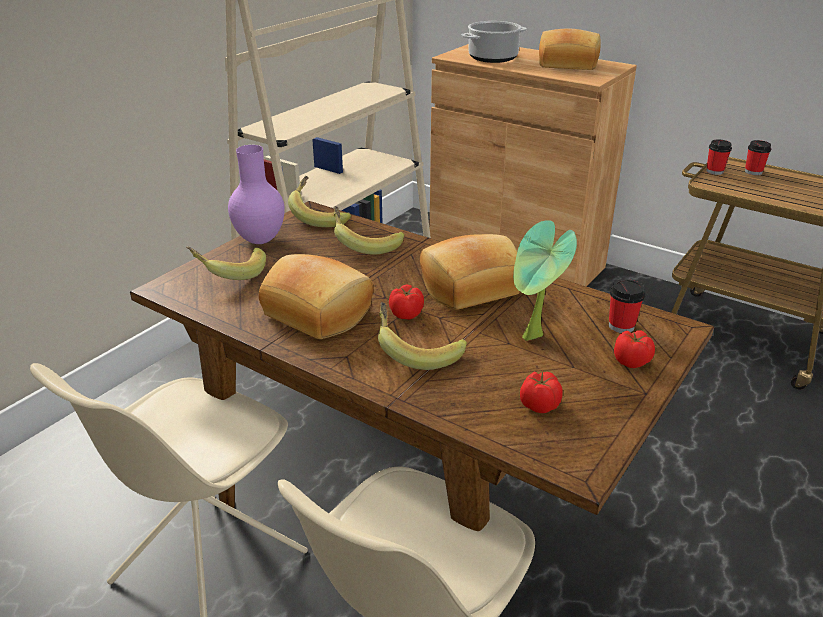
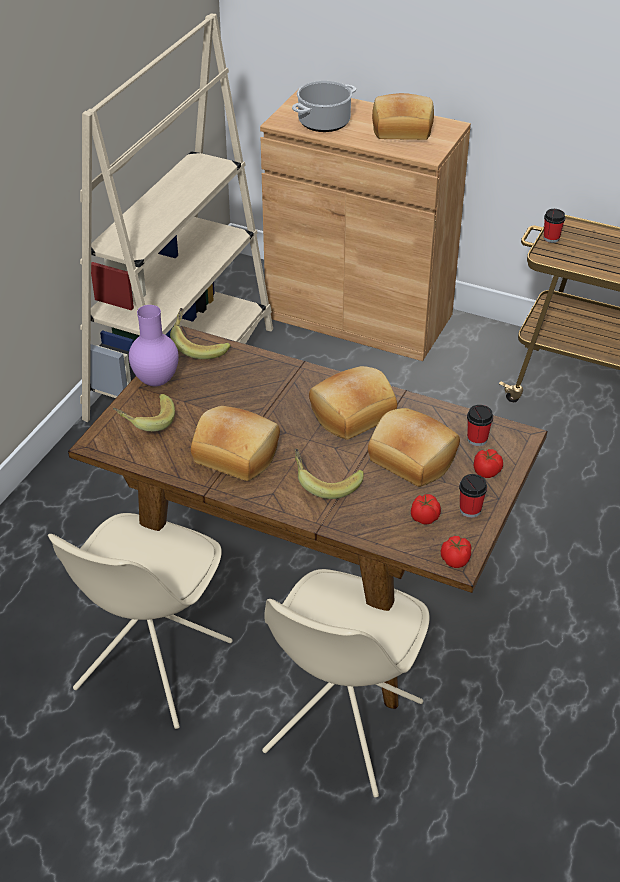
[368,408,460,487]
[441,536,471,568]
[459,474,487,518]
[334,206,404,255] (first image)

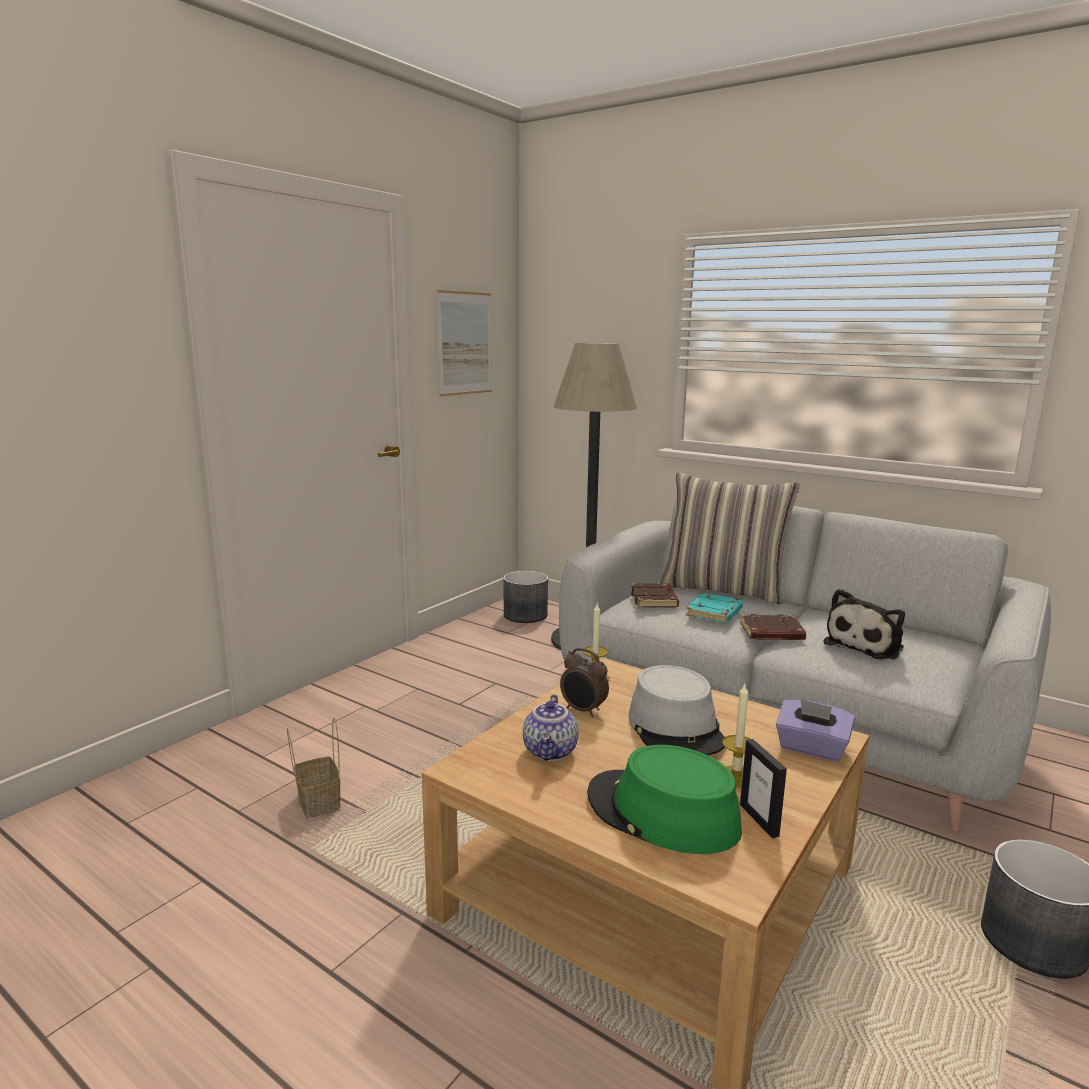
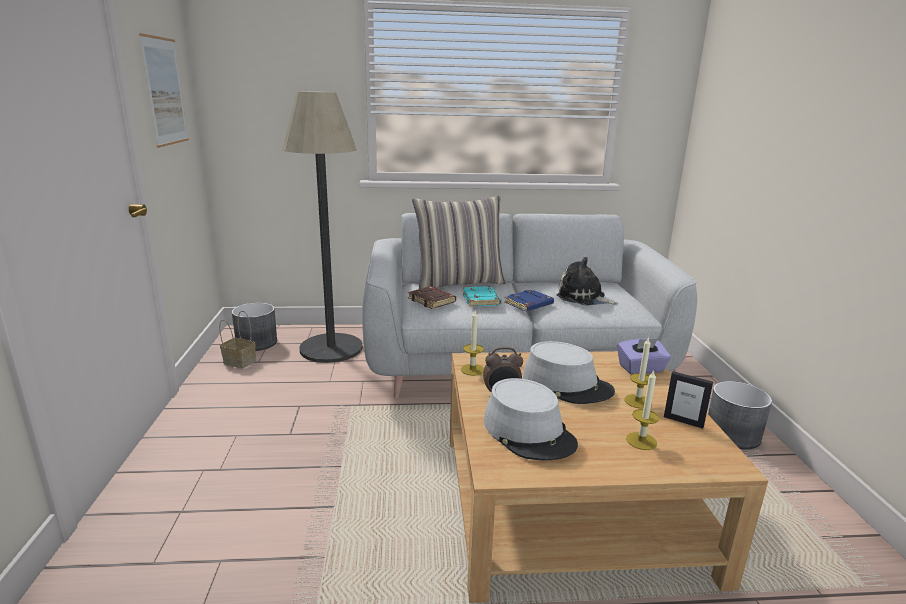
[219,311,256,368]
[484,378,578,460]
[504,289,554,312]
[557,257,618,306]
[626,370,659,450]

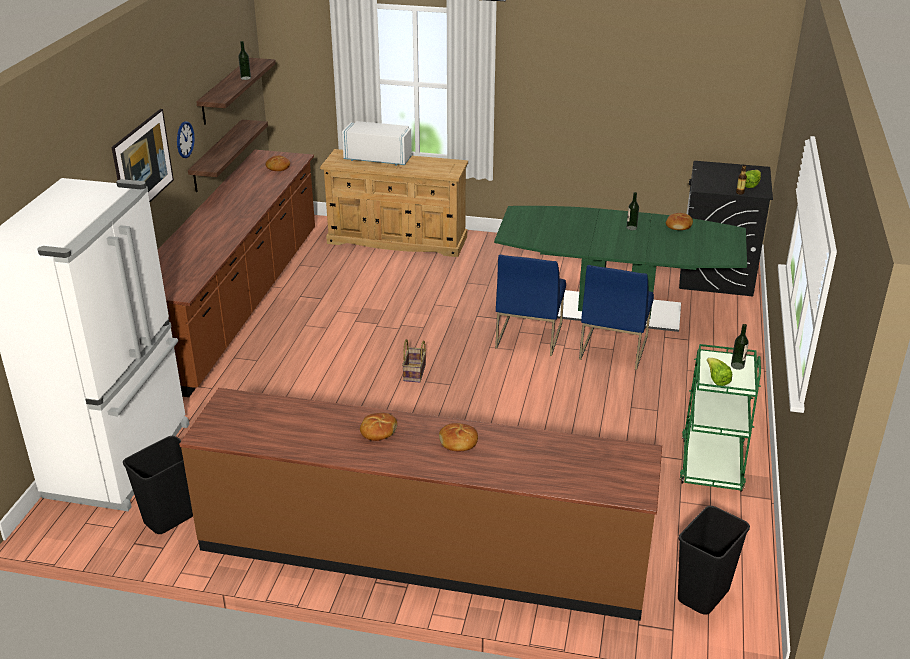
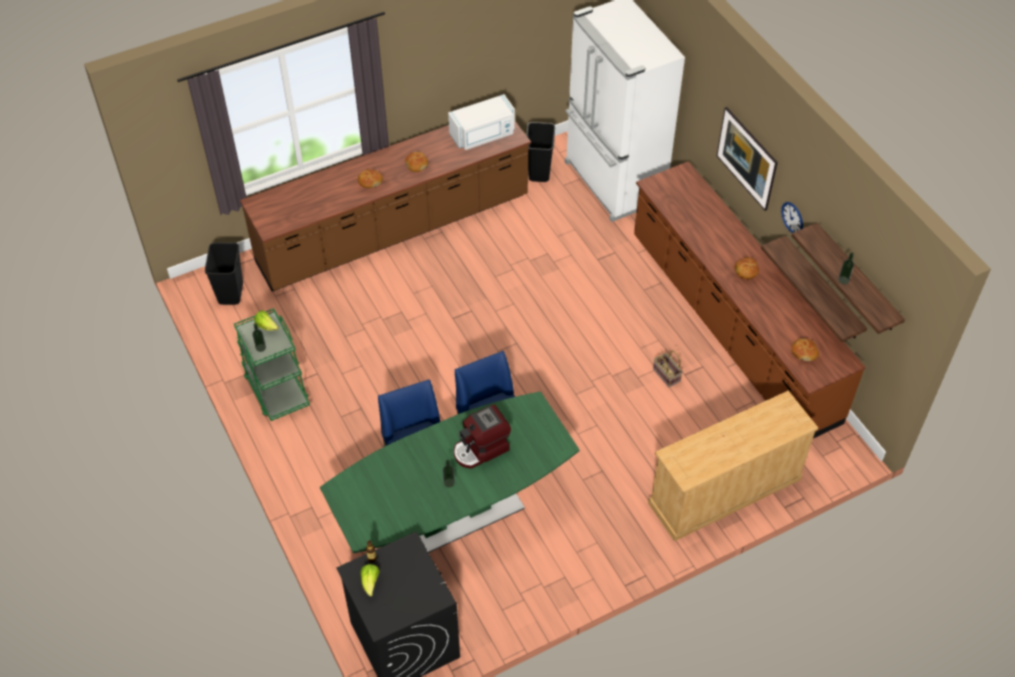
[448,94,515,150]
[454,405,511,469]
[653,350,683,387]
[735,257,759,279]

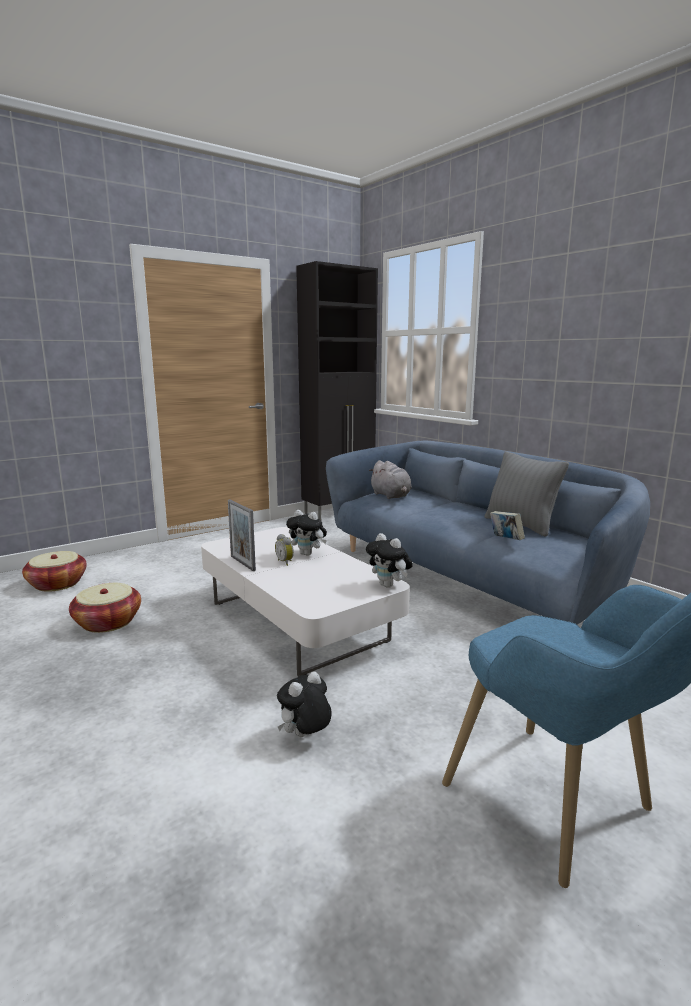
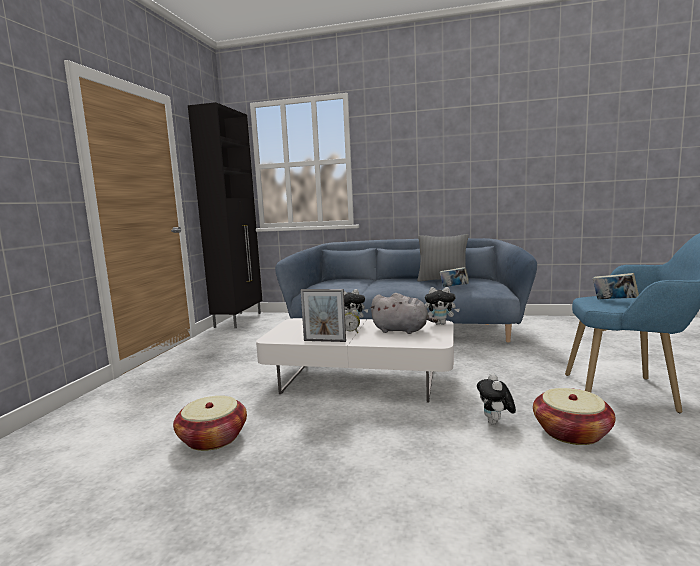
[369,293,438,334]
[533,388,615,445]
[593,273,639,299]

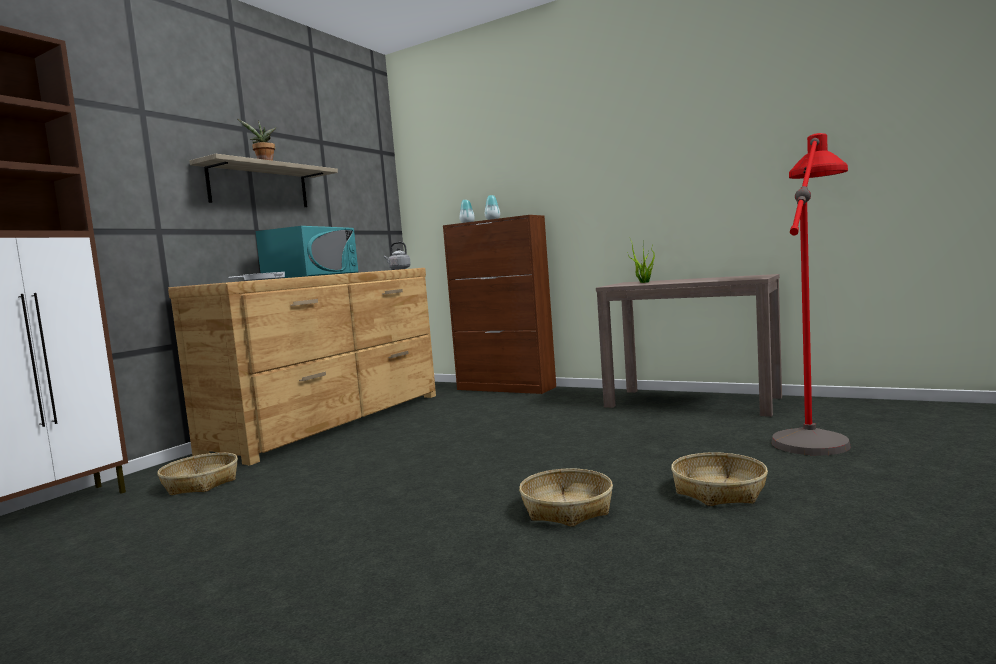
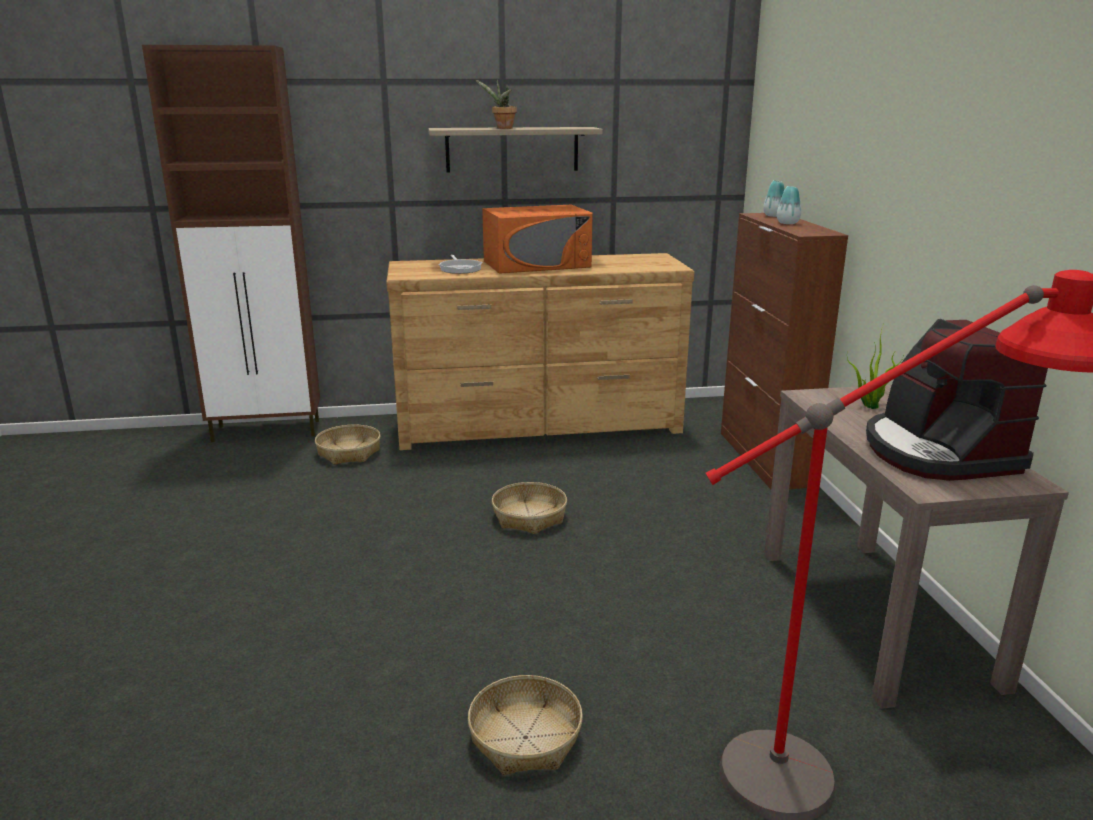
[482,205,593,274]
[492,482,567,534]
[866,319,1048,481]
[384,242,411,270] (first image)

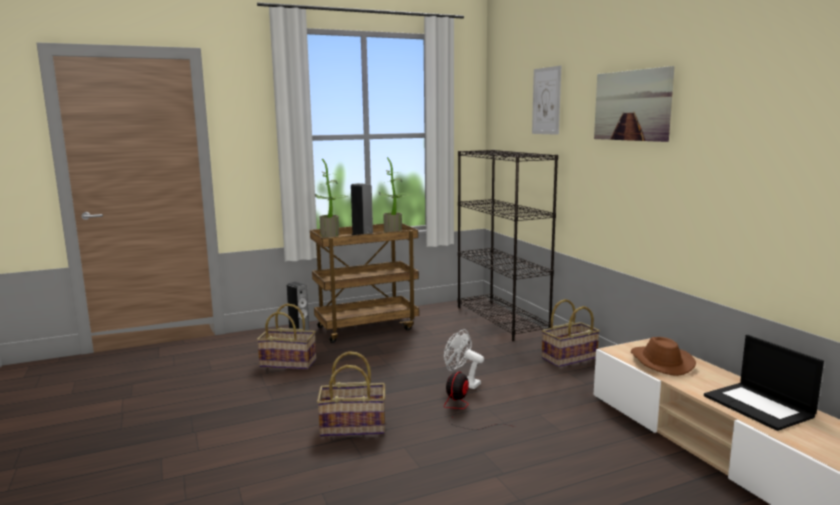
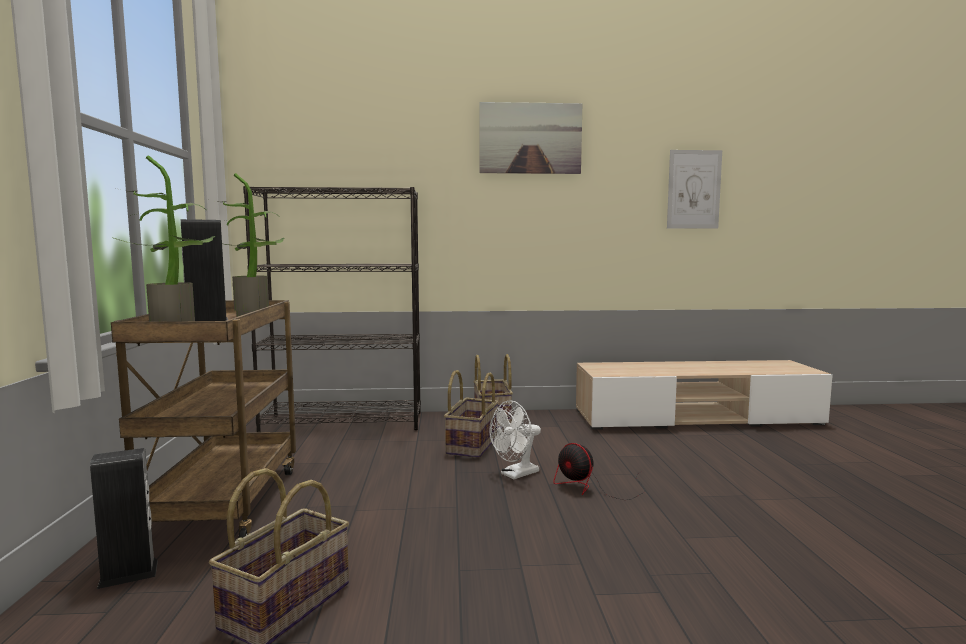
[444,370,499,458]
[667,150,722,228]
[631,337,696,376] (first image)
[704,335,824,431] (first image)

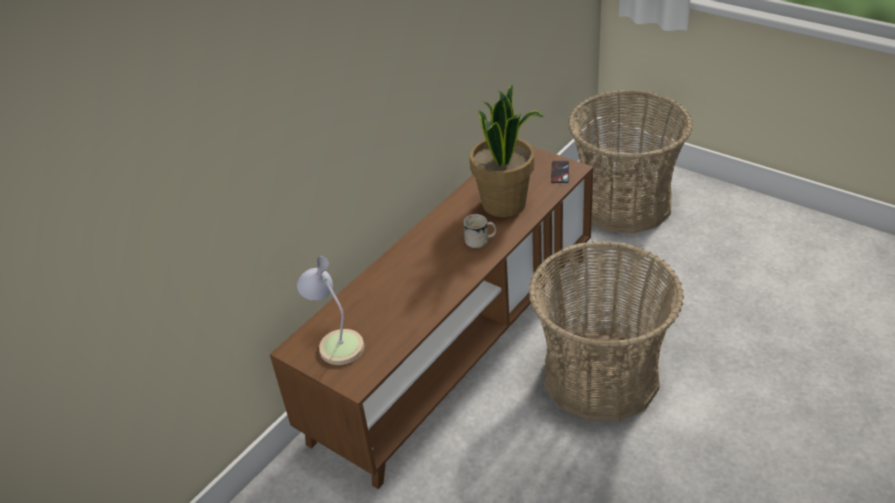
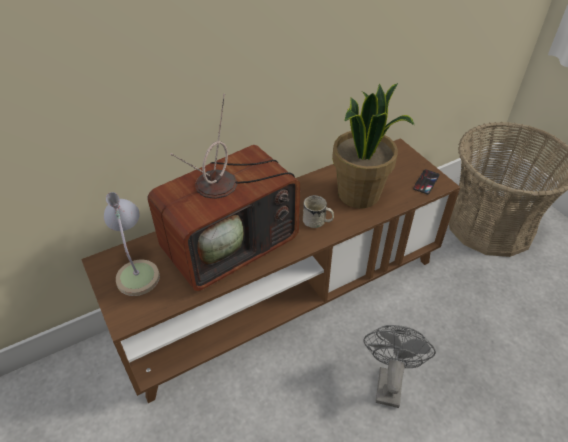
[148,94,300,291]
[363,325,436,408]

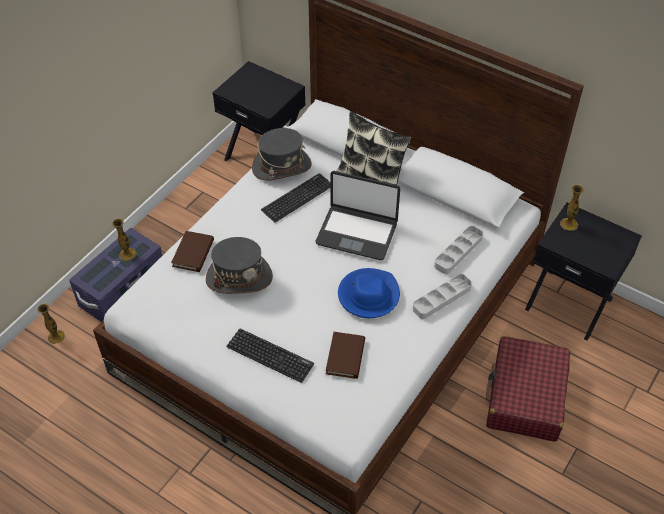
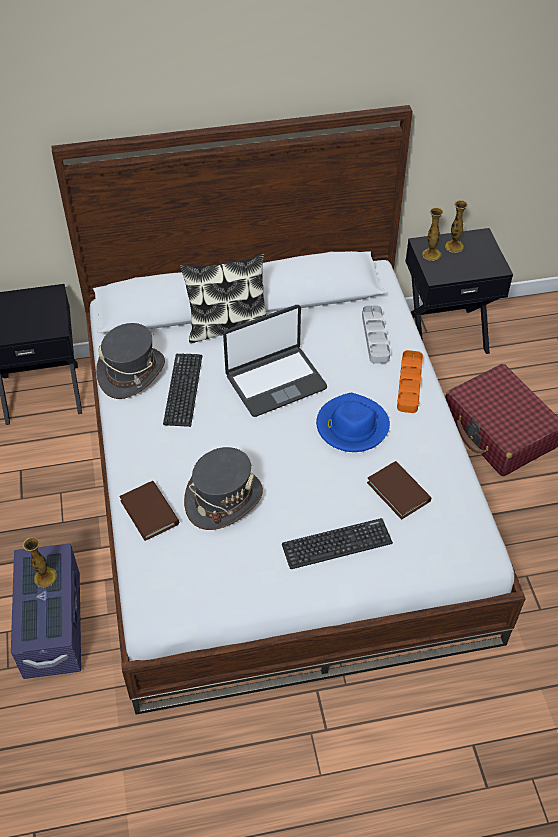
[397,350,423,413]
[445,200,468,253]

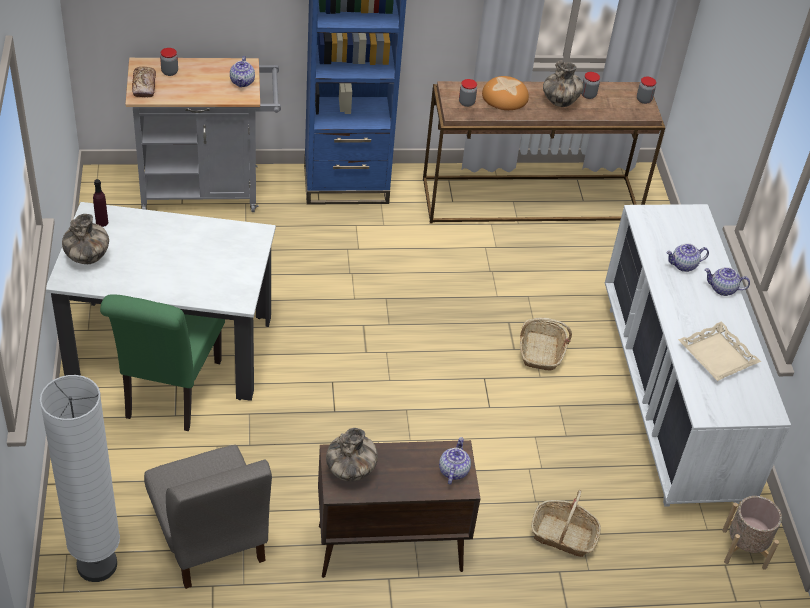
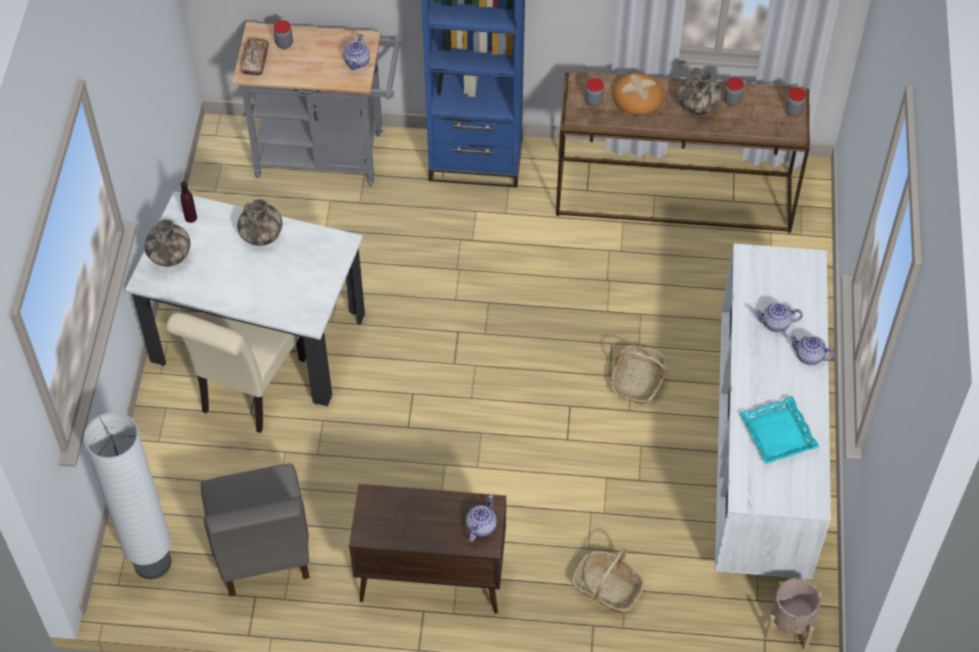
[166,313,306,433]
[237,199,282,246]
[740,396,819,464]

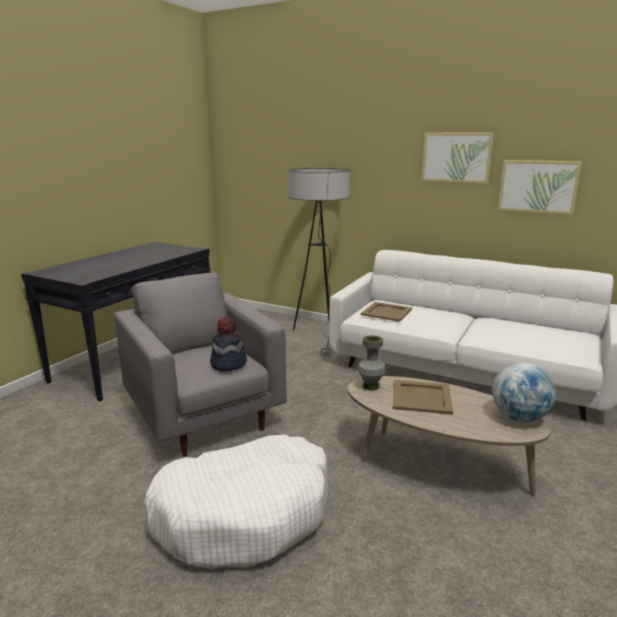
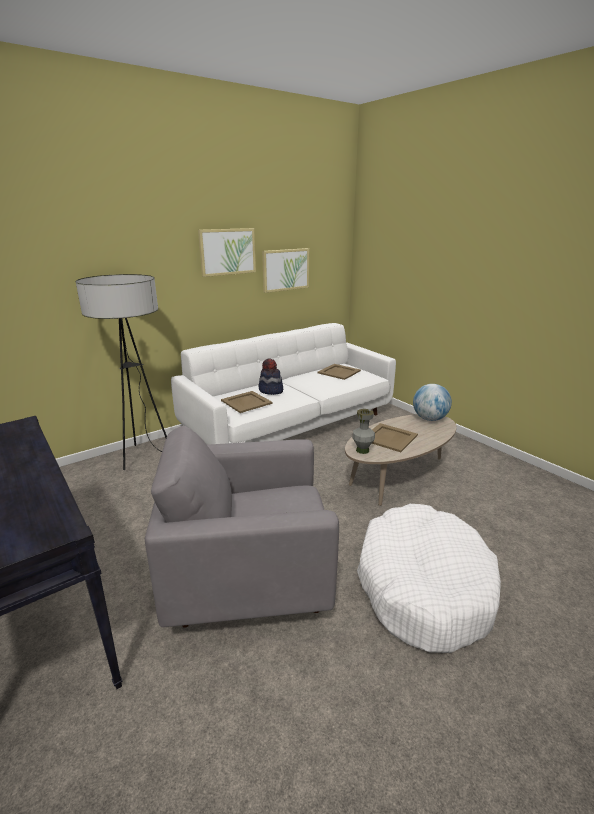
[259,358,283,395]
[317,364,361,380]

